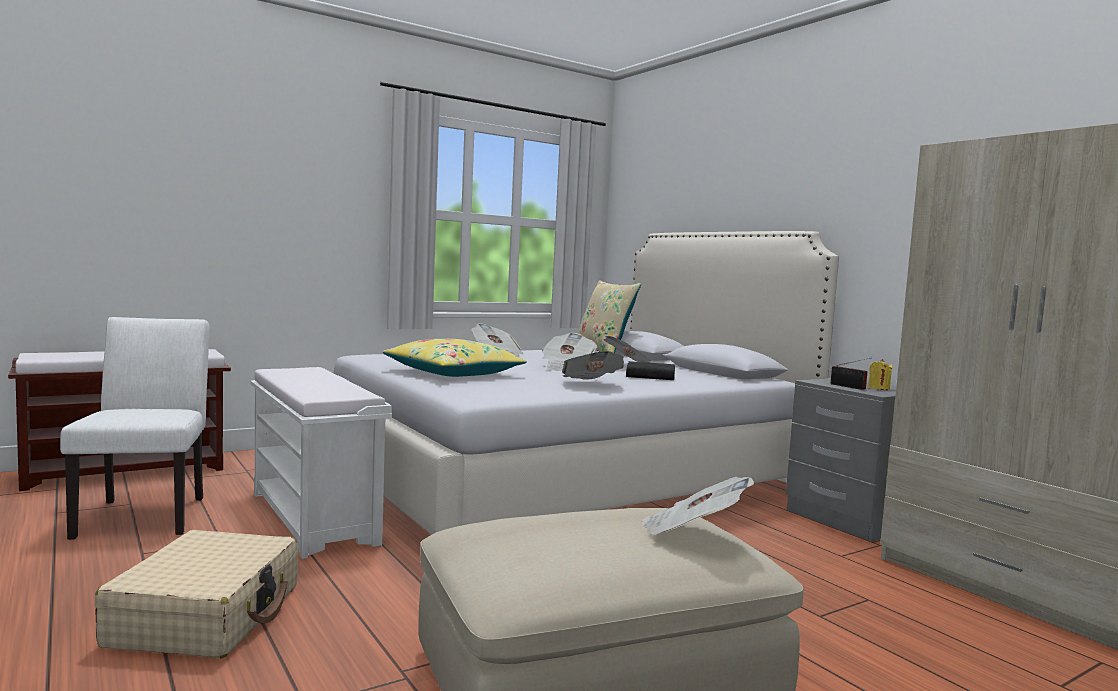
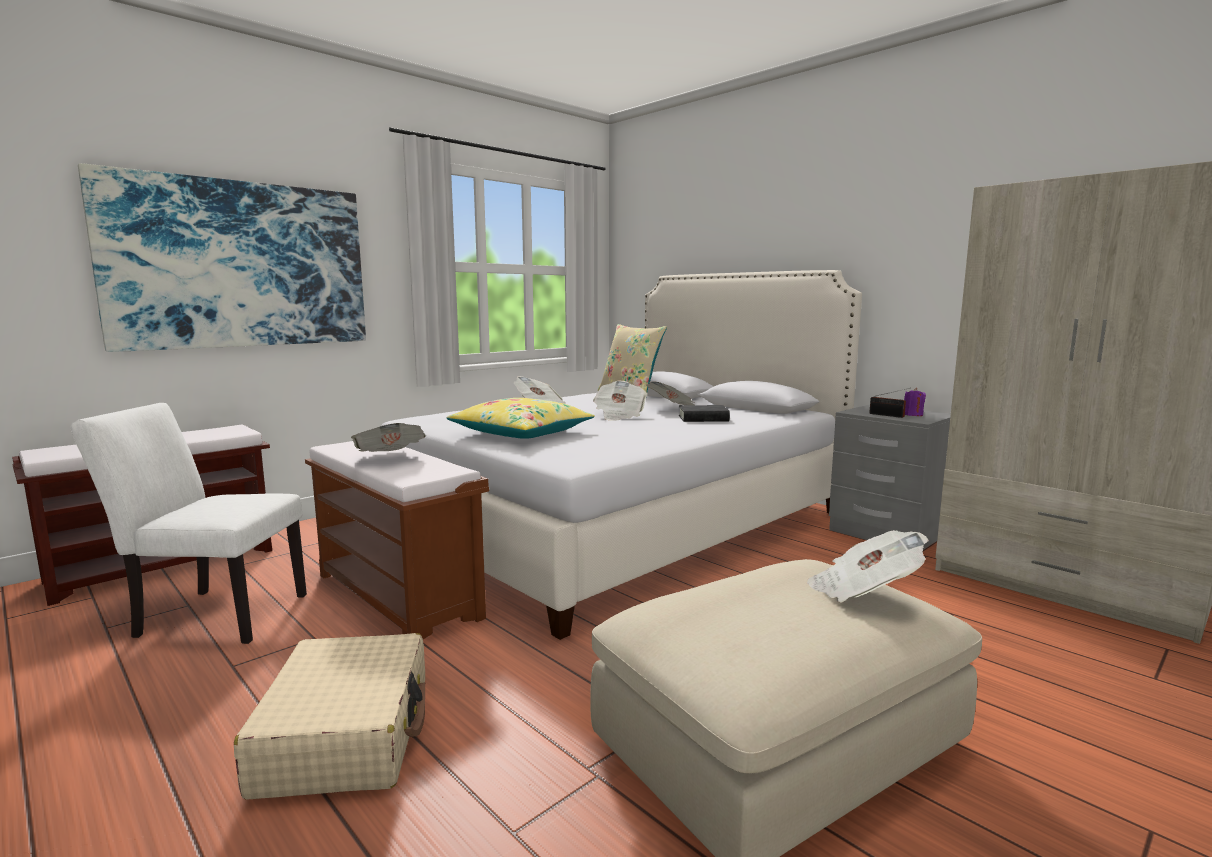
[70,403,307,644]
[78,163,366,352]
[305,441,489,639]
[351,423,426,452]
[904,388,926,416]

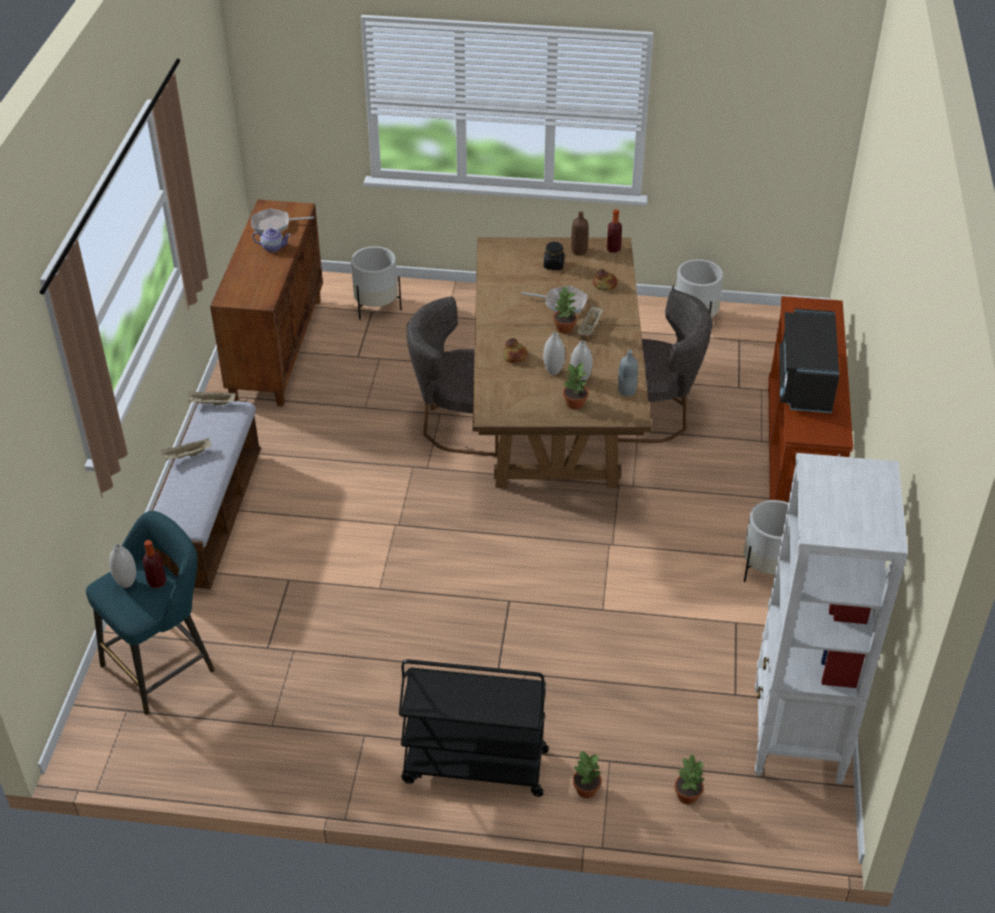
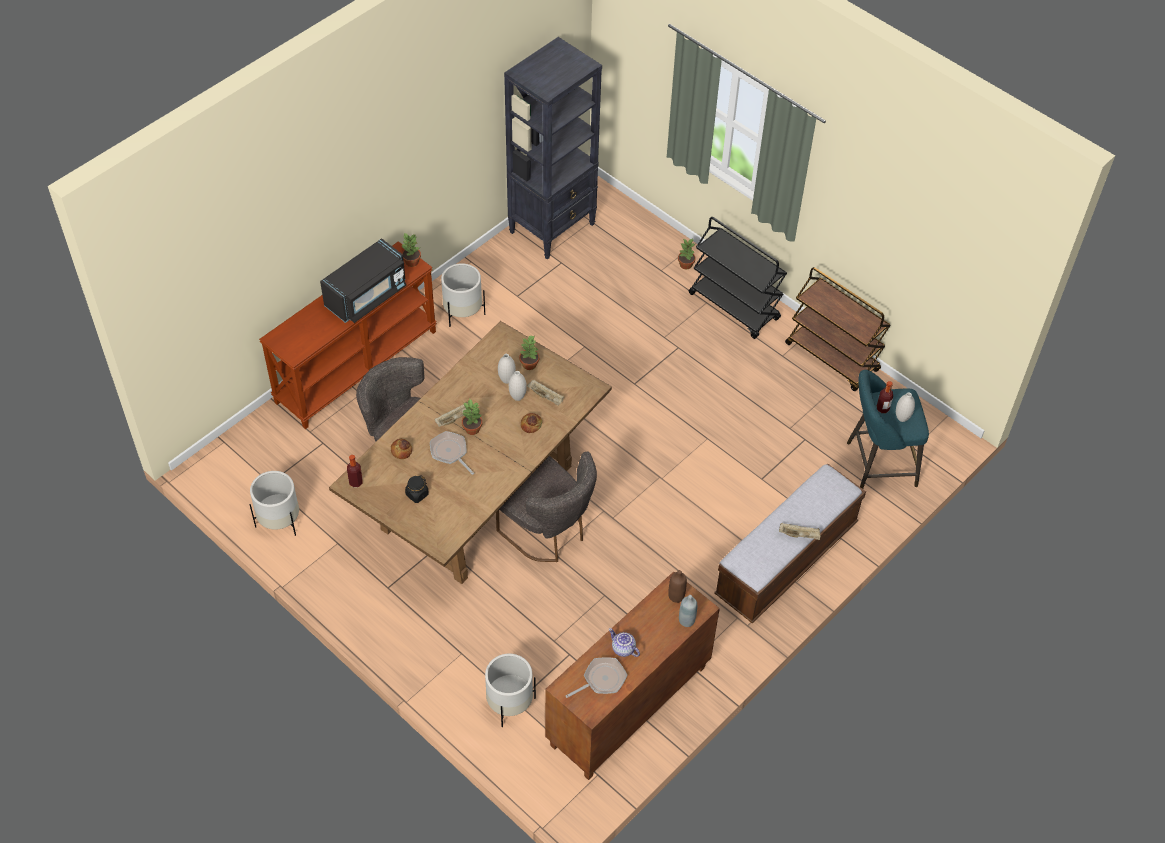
[402,233,421,267]
[504,37,602,260]
[527,380,564,406]
[566,658,627,698]
[668,570,687,603]
[679,595,697,627]
[785,267,891,391]

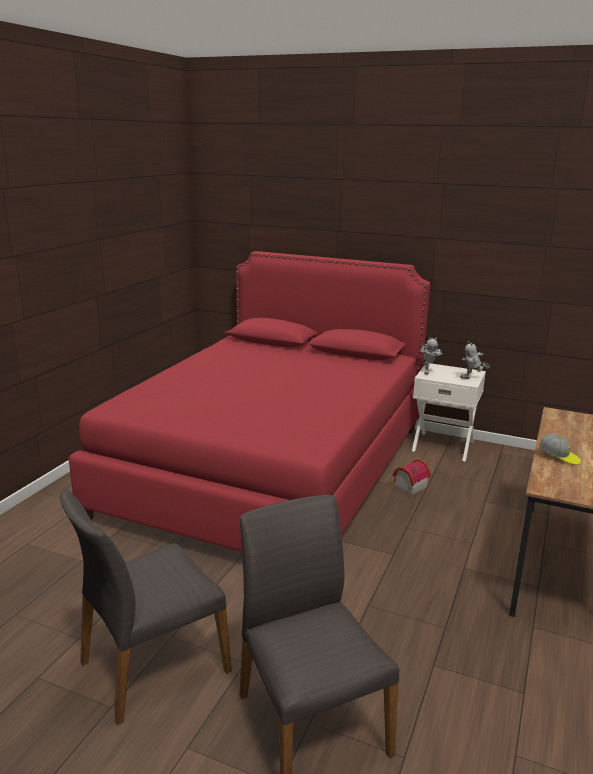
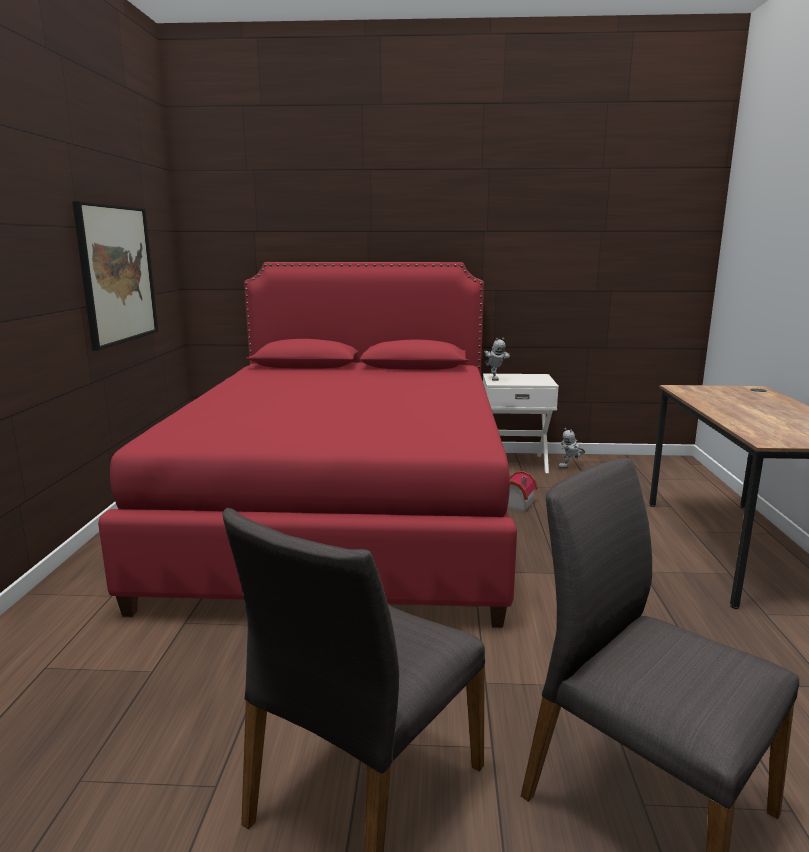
[72,201,158,350]
[558,428,585,468]
[539,433,581,465] (first image)

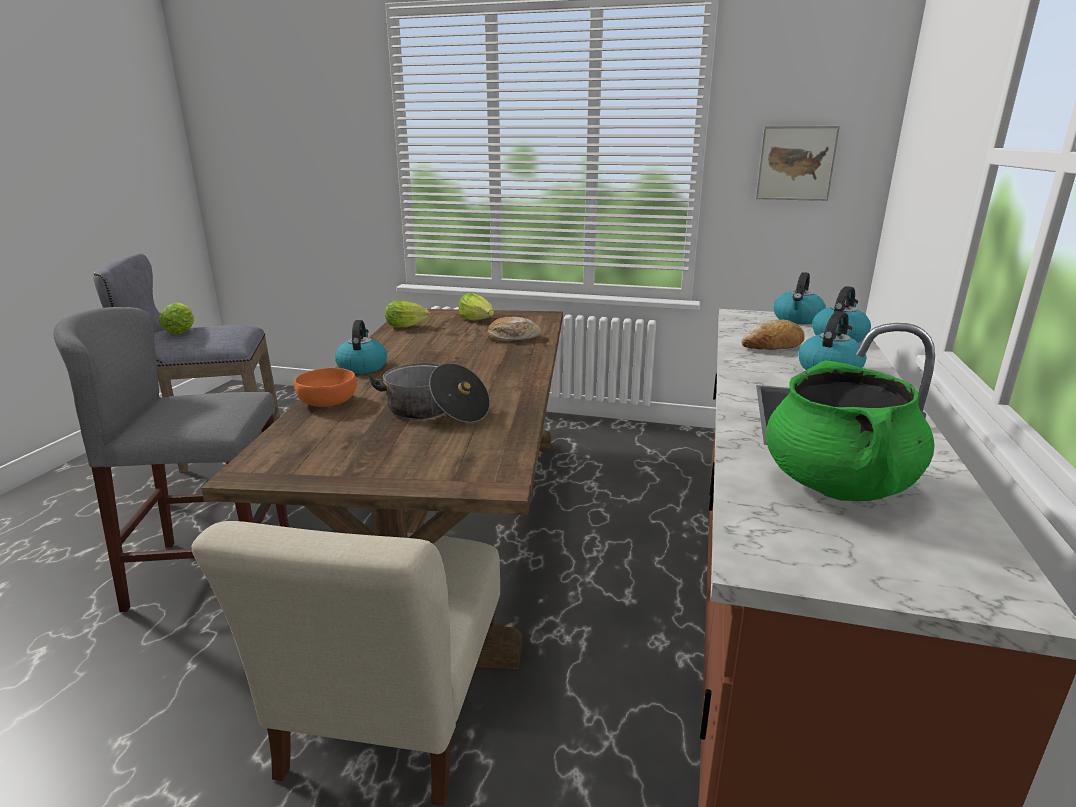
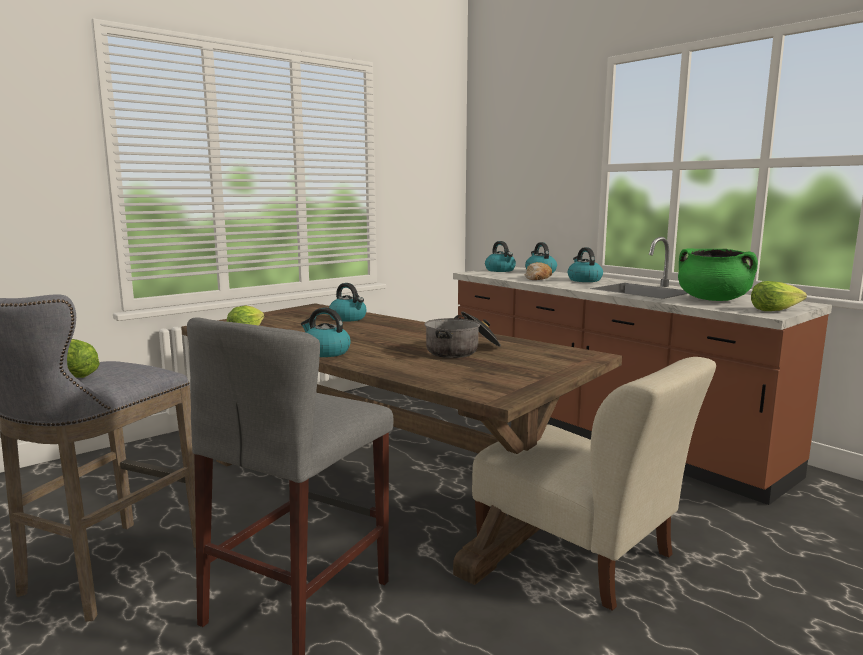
[329,283,366,322]
[751,281,807,311]
[294,368,357,407] (first image)
[756,126,840,201] (first image)

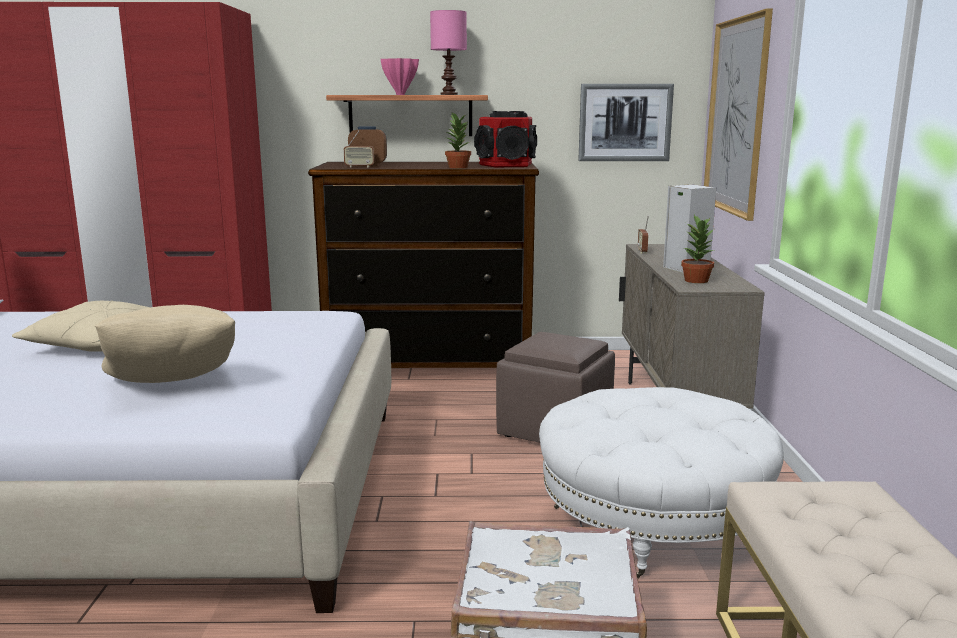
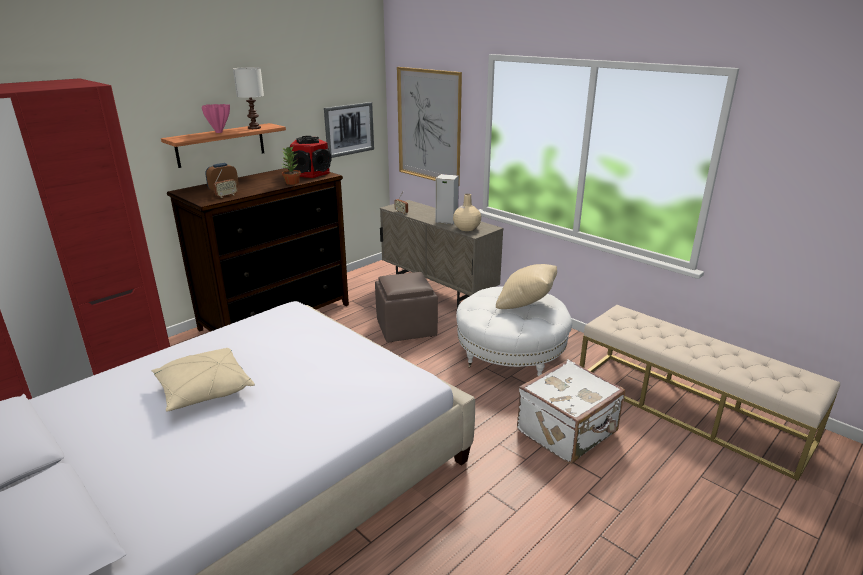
[233,67,264,129]
[453,194,481,231]
[496,264,557,309]

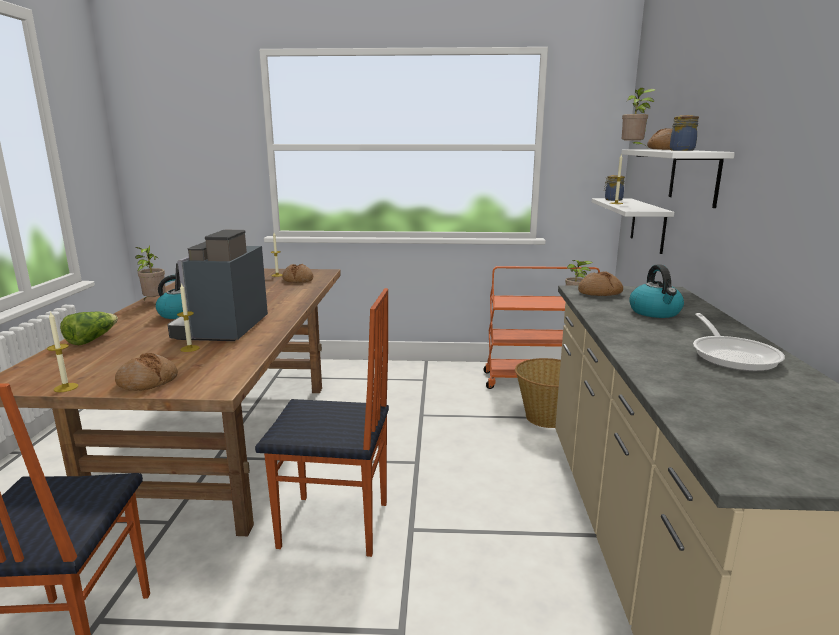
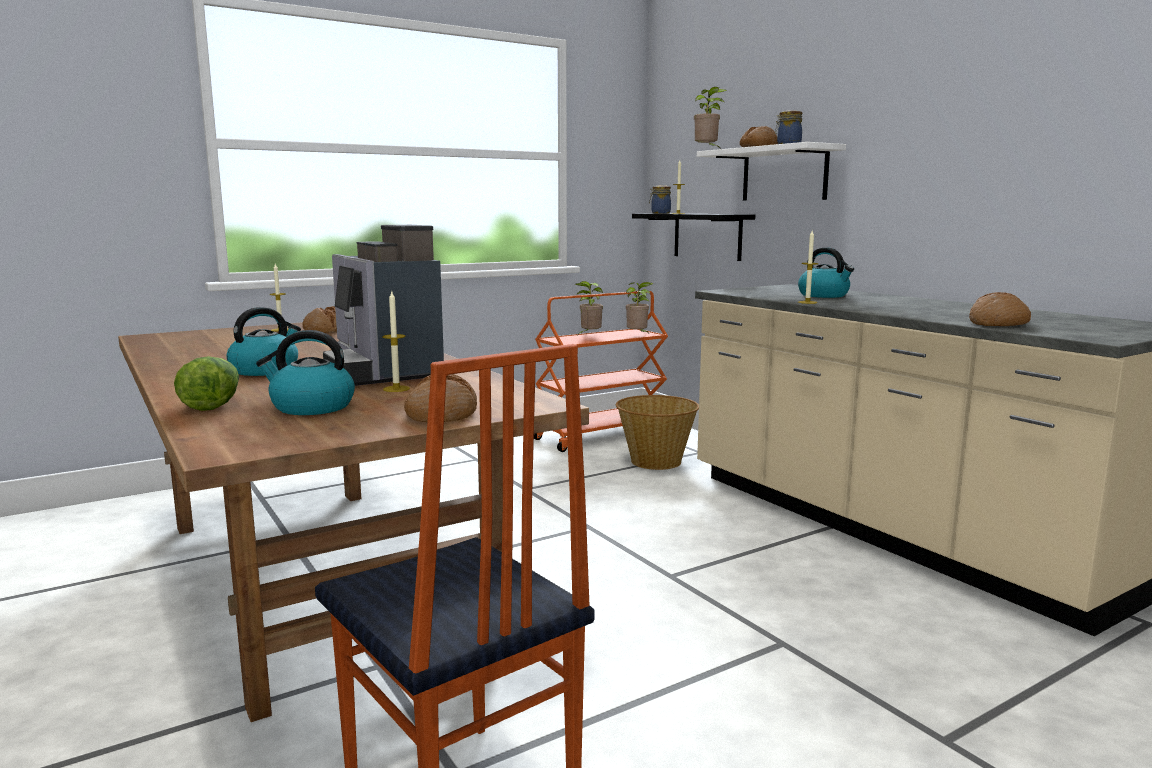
[256,330,355,415]
[575,281,603,335]
[632,213,755,261]
[798,231,819,304]
[969,292,1031,326]
[255,288,389,557] (first image)
[693,313,785,372] (first image)

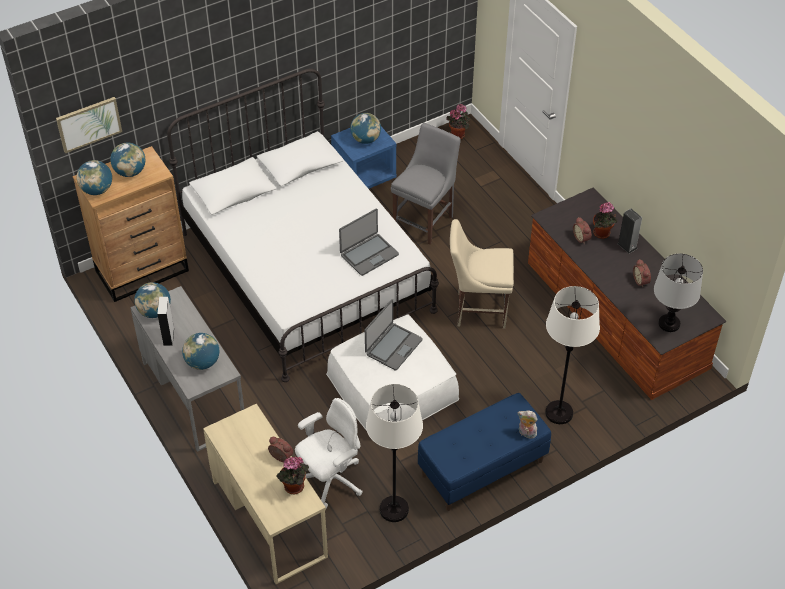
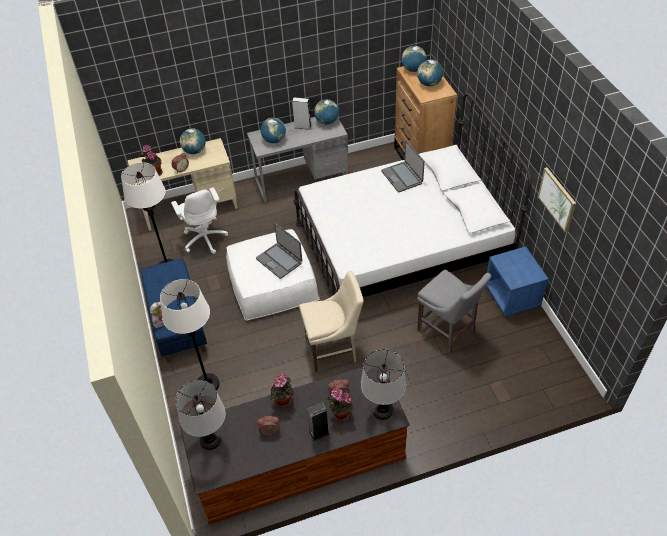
[180,128,206,154]
[270,374,294,408]
[299,271,364,372]
[361,349,406,420]
[381,140,425,192]
[538,167,576,233]

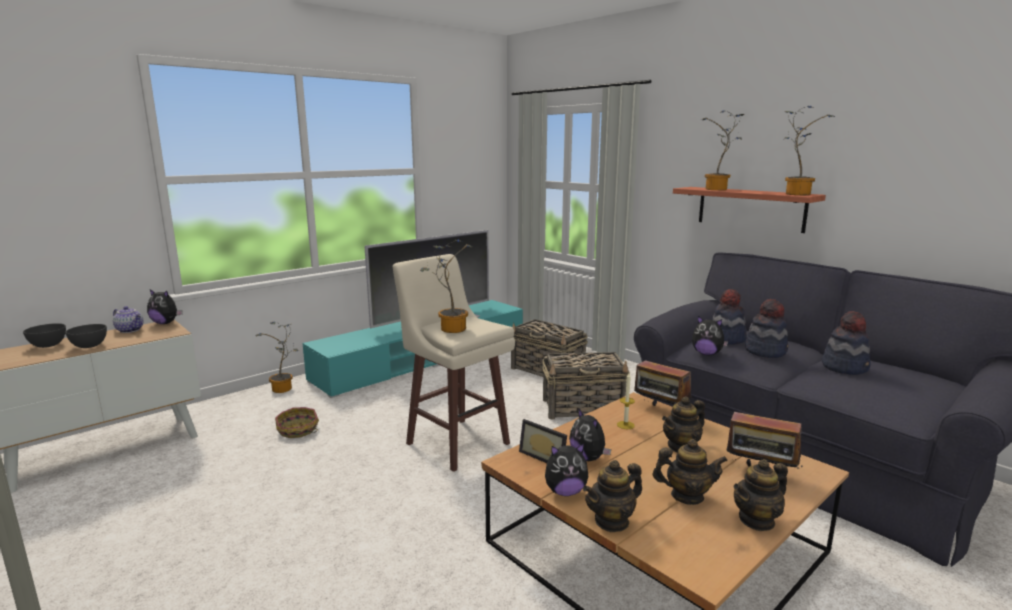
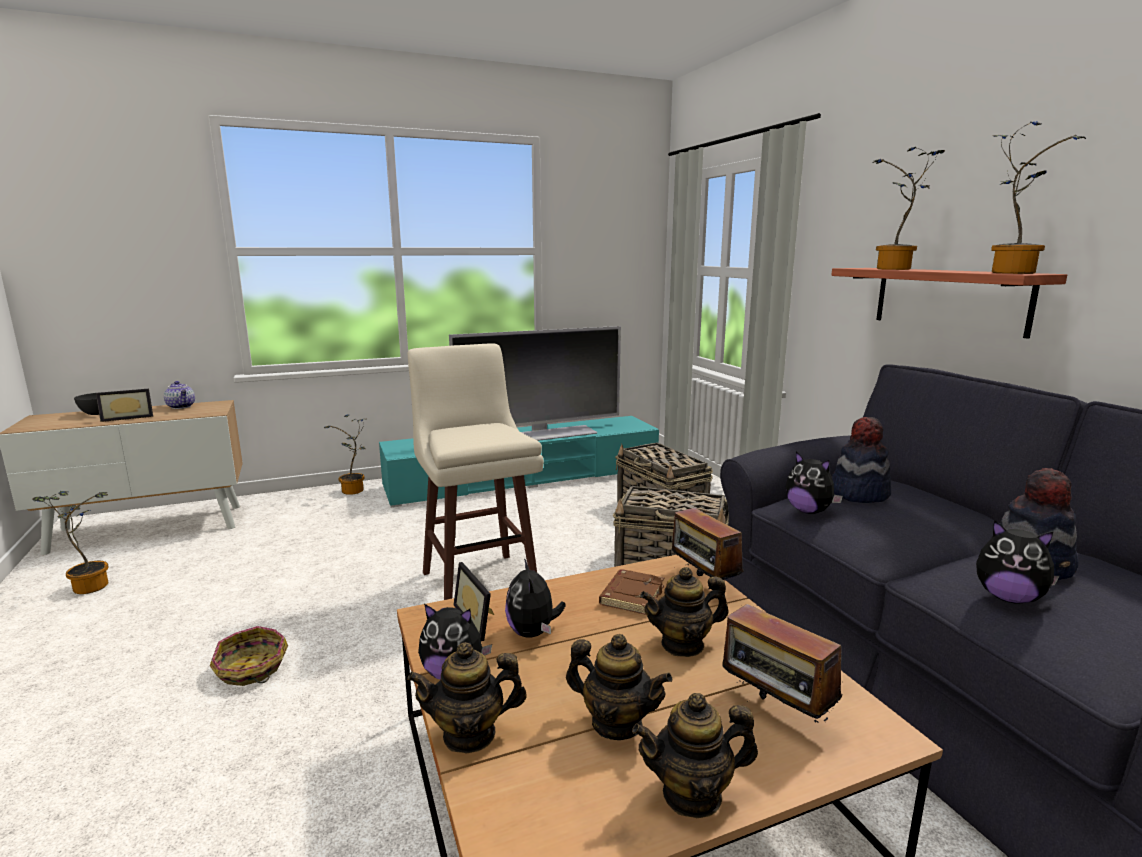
[32,491,109,594]
[96,389,153,422]
[210,626,288,686]
[599,569,664,615]
[976,520,1059,604]
[745,299,789,358] (first image)

